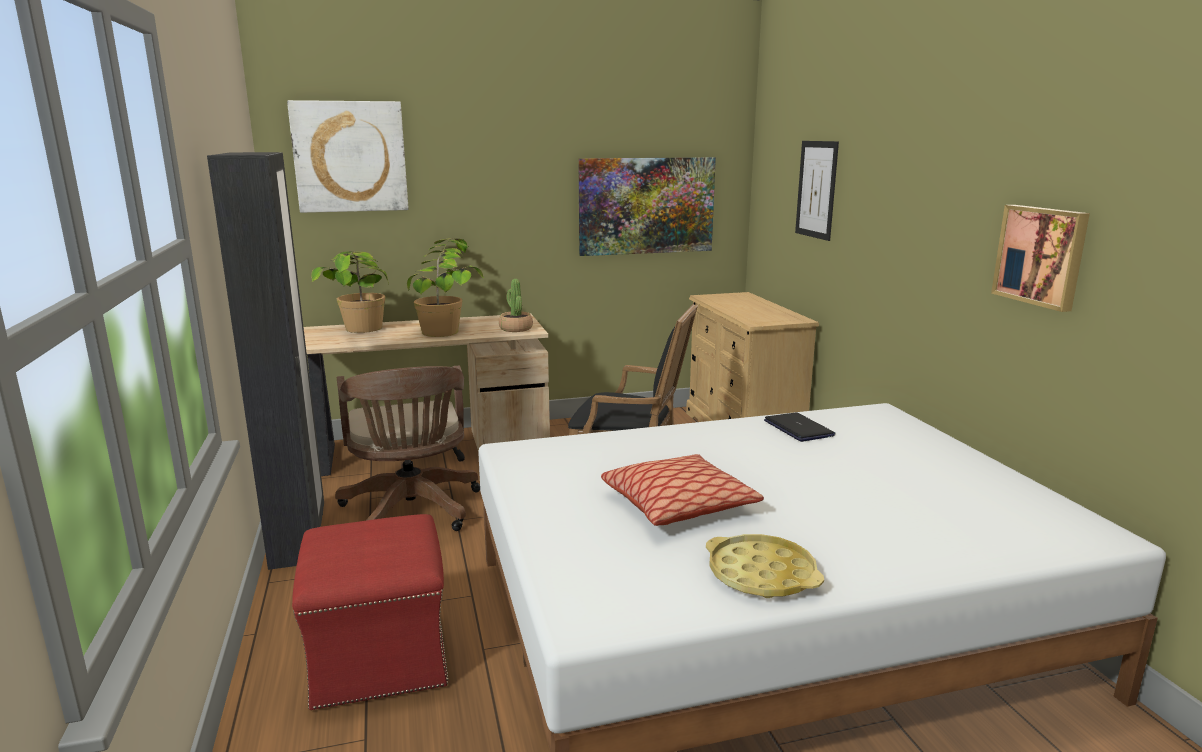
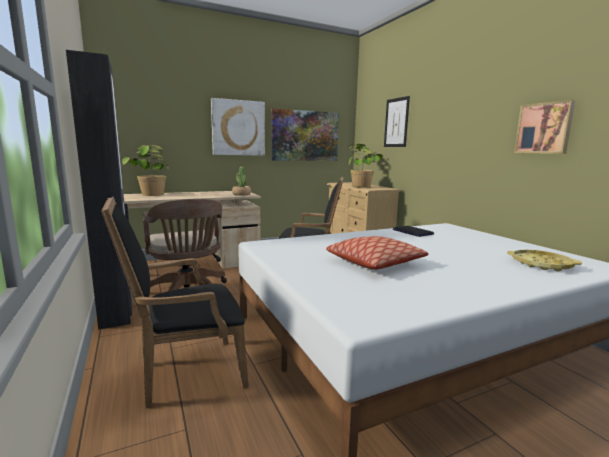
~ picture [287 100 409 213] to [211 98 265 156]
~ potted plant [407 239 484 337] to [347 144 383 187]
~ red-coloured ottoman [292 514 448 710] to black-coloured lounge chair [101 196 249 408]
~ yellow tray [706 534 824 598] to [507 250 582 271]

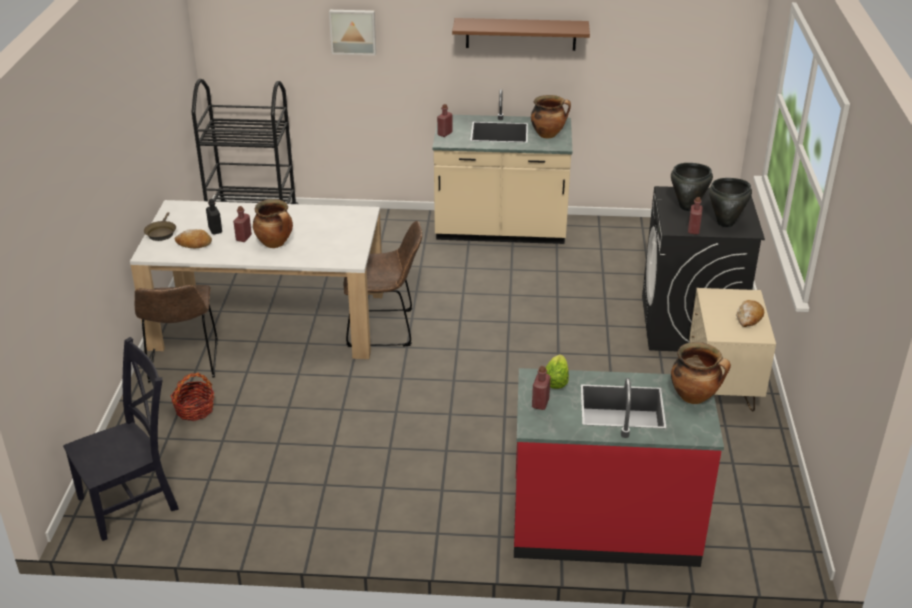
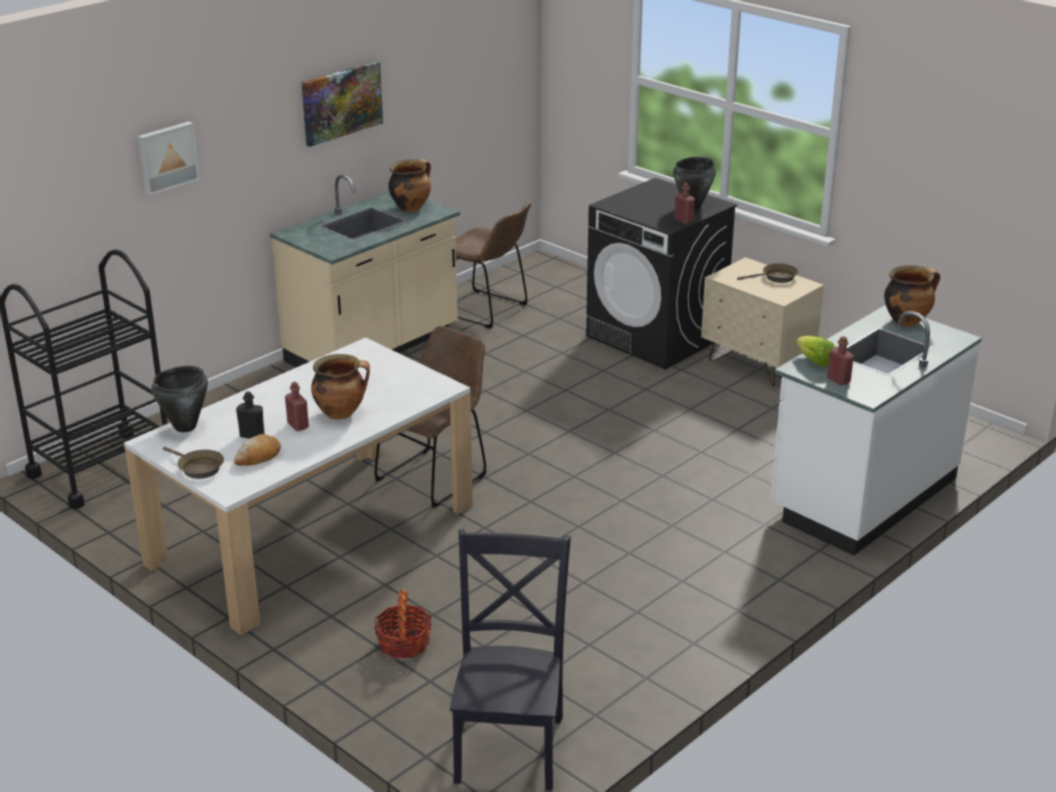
~ brown-coloured wall shelf [452 18 590 51] to picture [302 61 383 147]
- red-coloured drink bottle [437 104 452 137]
~ black-coloured saucepot [671 163 713 211] to [151 366 208 432]
~ brown-coloured upright chair [134 285 218 383] to [456 202 531 328]
~ bakery bread [736 300 764 327] to brown-coloured skillet [737 263 798 283]
~ red-coloured counter [514 368 724 567] to whitish counter [770 305 982 556]

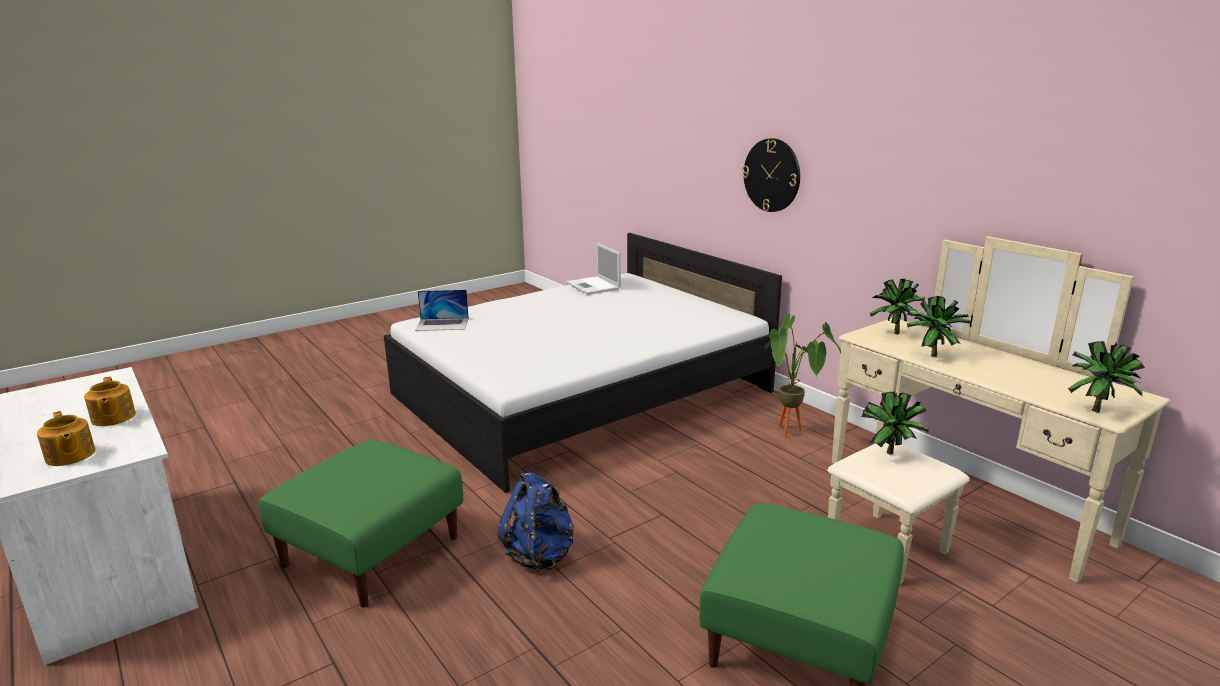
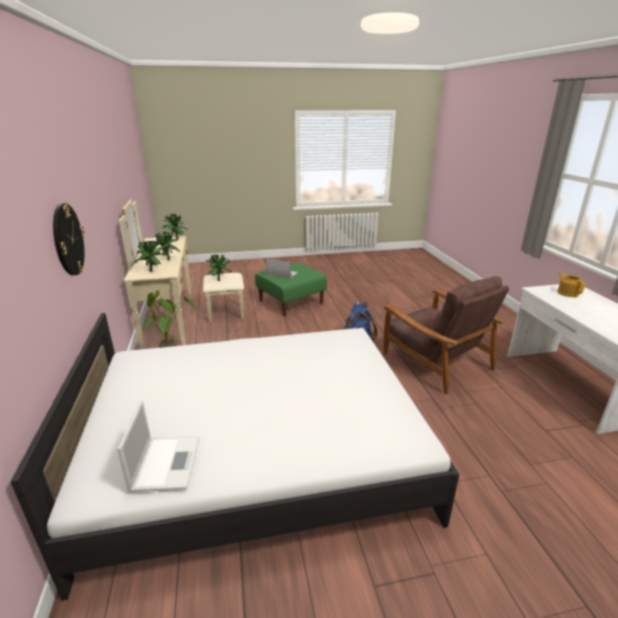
~ laptop [415 290 469 331] to [266 259 298 279]
- tea pot [84 377 136 426]
~ greenish ottoman [258 440 463 608] to brown-coloured lounge chair [383 276 509 394]

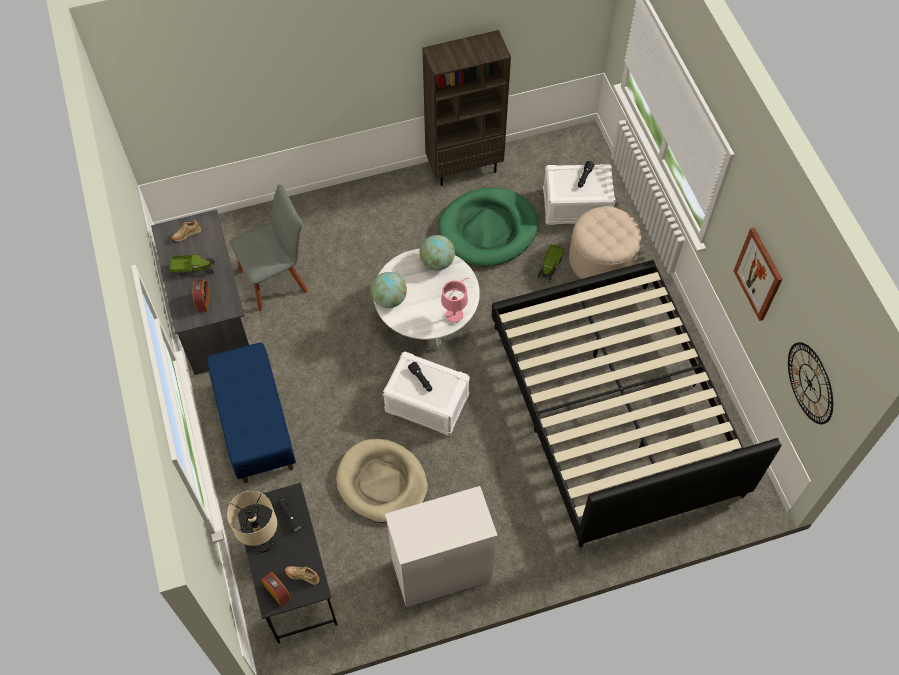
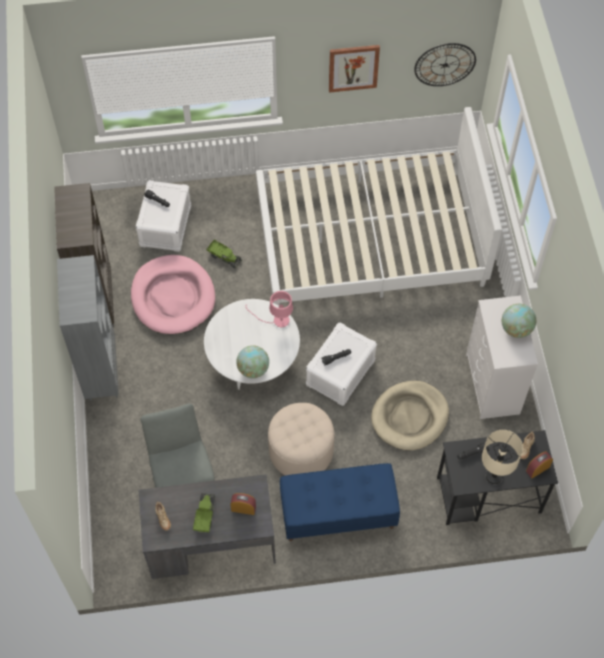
~ greenish pet bed [438 187 539 266] to pink pet bed [131 255 215 334]
~ beige-coloured ottoman [569 206 641 279] to [268 403 334 476]
~ globe [419 235 455 271] to [502 304 536 338]
~ black-coloured bedroom bed [492 260 781 548] to whitish bedroom bed [256 107 502 305]
+ gray bookshelf [57 255 119 401]

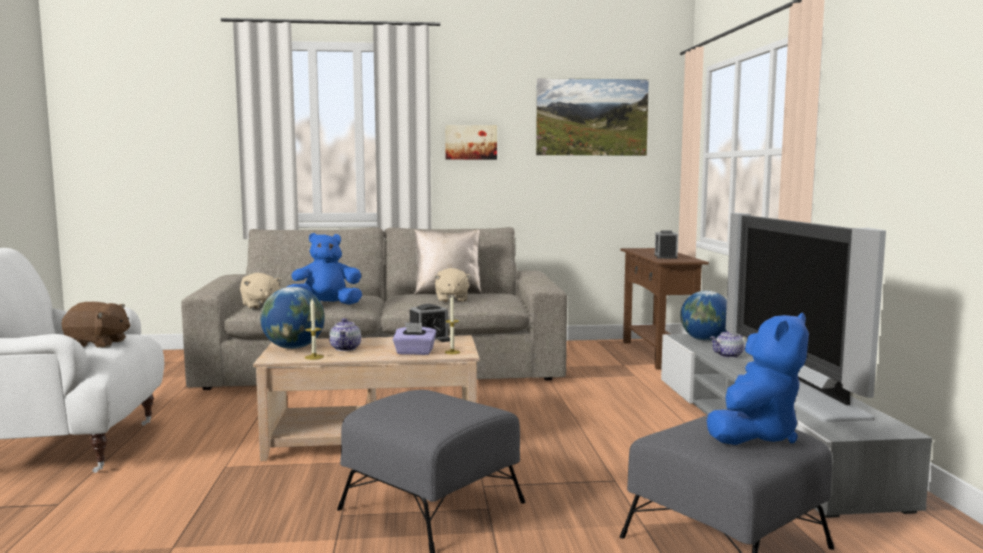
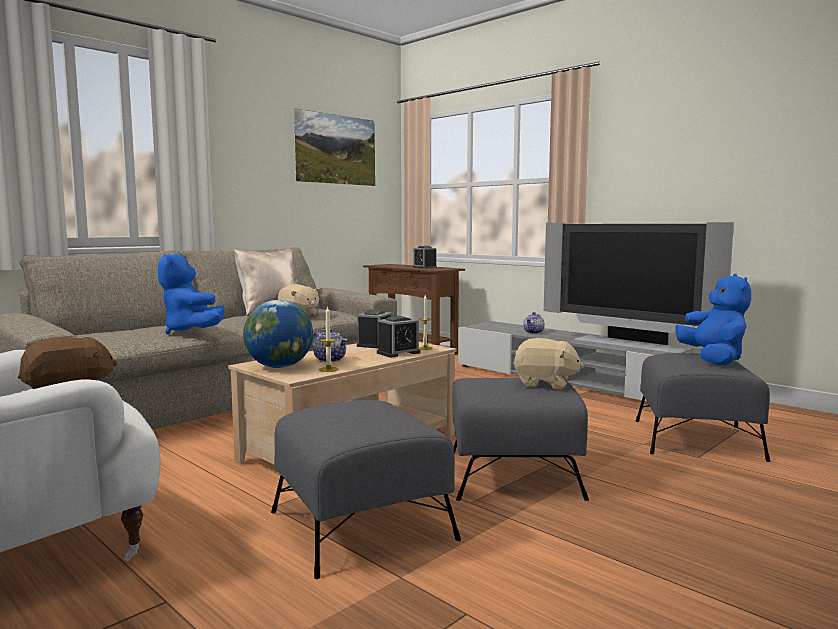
- picture [445 125 497 160]
~ blue cuddly toy [287 233 362 305] = [158 254 224 334] 75 degrees counterclockwise
~ beige-coloured cuddly toy [240 273 282 309] to [513 338 584 389]
- globe [680 291 728 341]
~ purple tissue holder [393 322 436 355] to alarm clock [377 316 420 357]
+ gray ottoman [271 400 461 579]

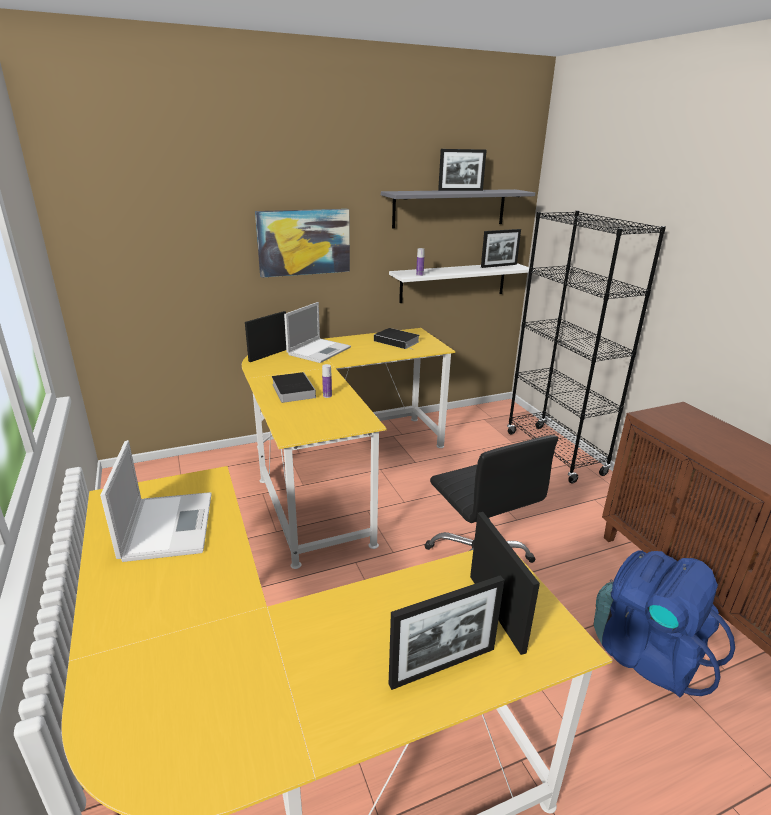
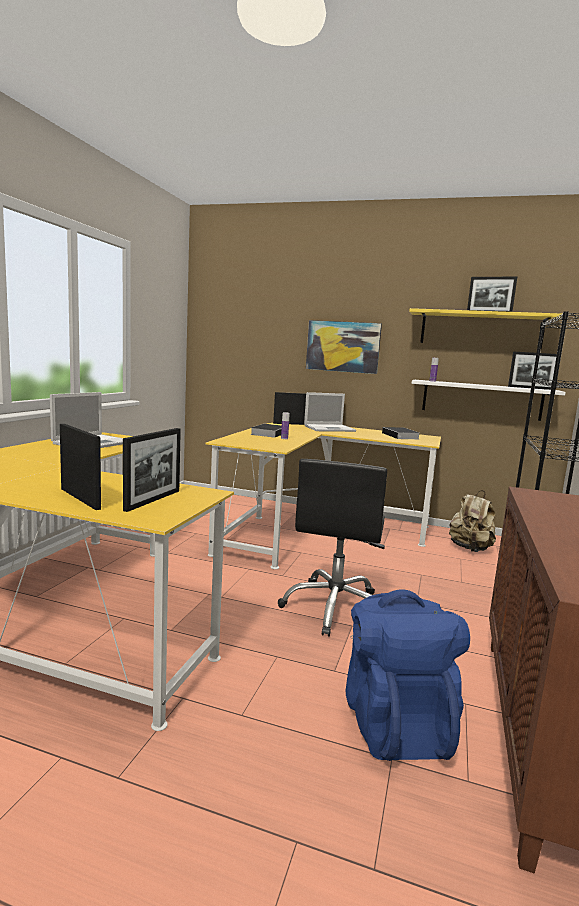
~ gray wall shelf [381 189 535 228] to yellow wall shelf [409 308 562 349]
~ picture frame [389 575 504 690] = [60 424 101 510] 150 degrees counterclockwise
+ beige-coloured backpack [449 490 496 552]

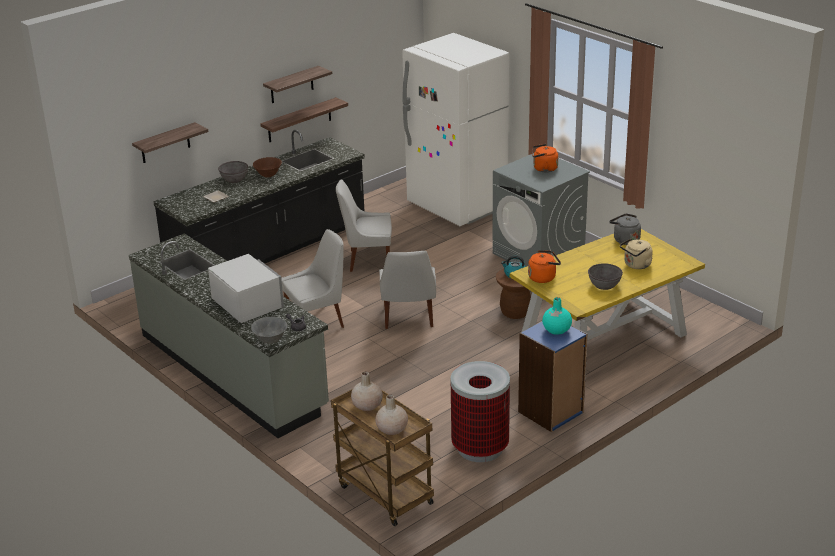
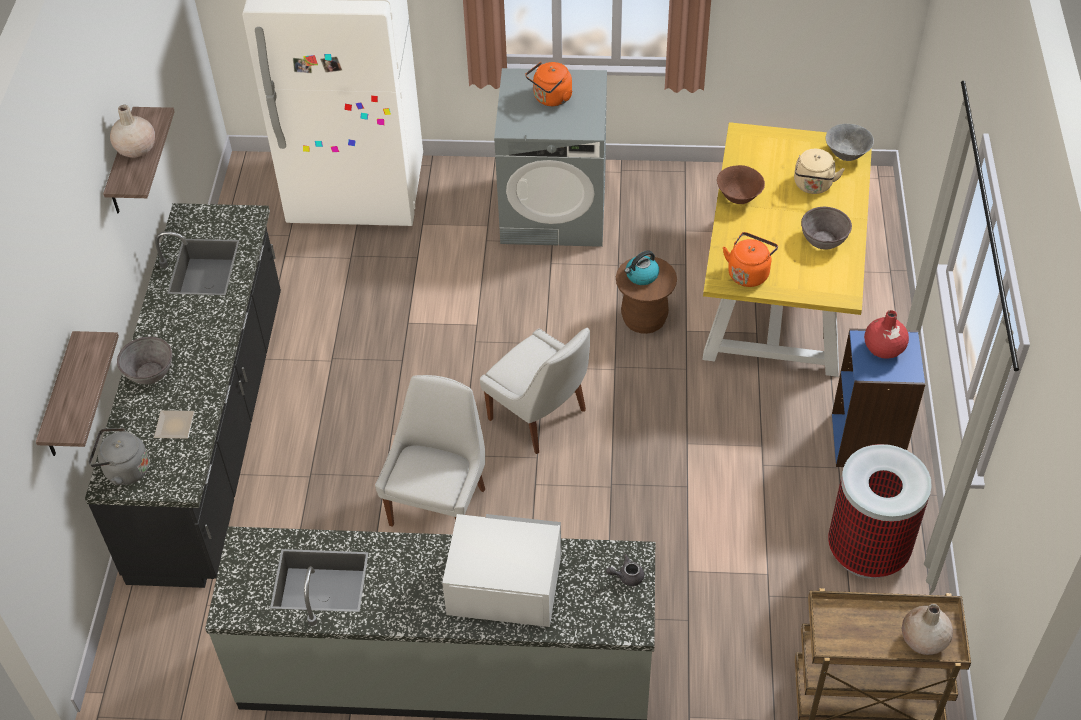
- wall shelf [260 97 348 142]
~ brown-coloured bowl [253 157 282 177] to [717 165 765 204]
- whitish upright chair [336 179 392 272]
~ gray kettle [609 214 641 245] to [89 428 149 486]
~ turquoise vase [542 297 572 335] to red-coloured vase [864 310 909 358]
~ gray bowl [251 317 287 344] to [825 124 874 161]
~ beige-coloured vase [351 371 383 411] to [110 105 155 158]

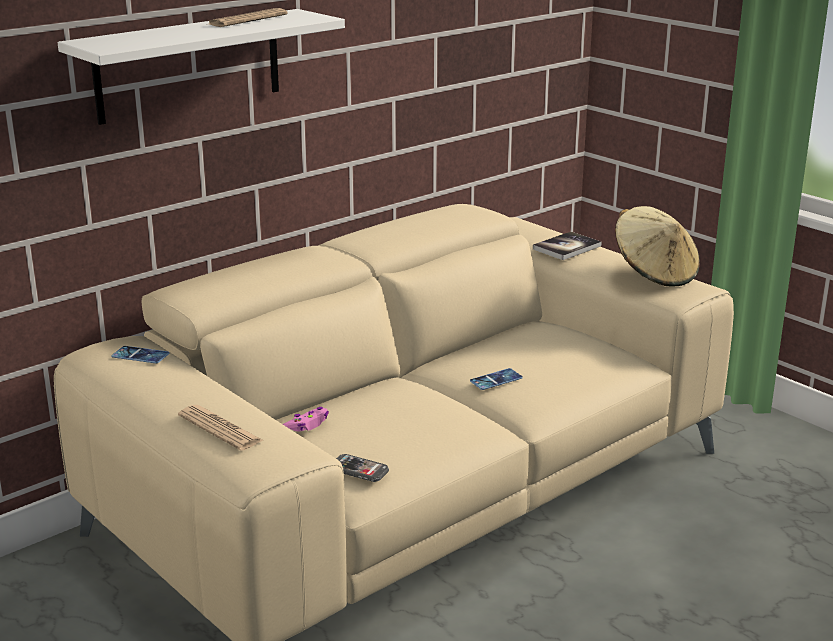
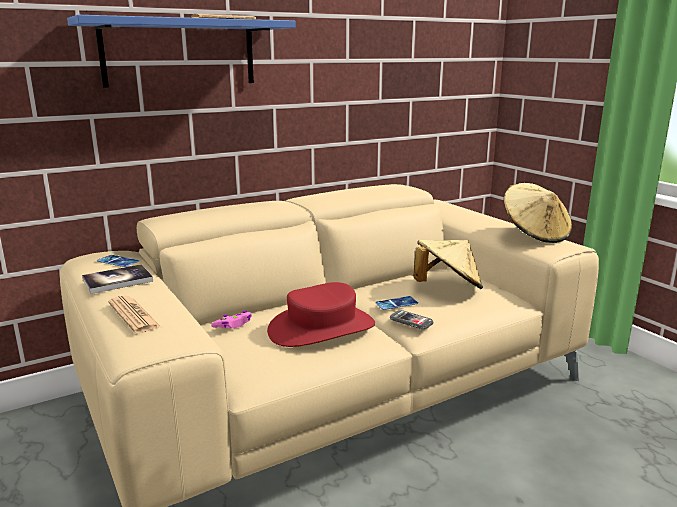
~ whitish wall shelf [58 9 345 125] to blue wall shelf [67 15 296 88]
~ volume [533 232 602 260] to [82 264 153 294]
~ handset [336 454 389 482] to [390 310 433 330]
+ beige-coloured hat [414 240 483 289]
+ red-coloured hat [267 282 375 347]

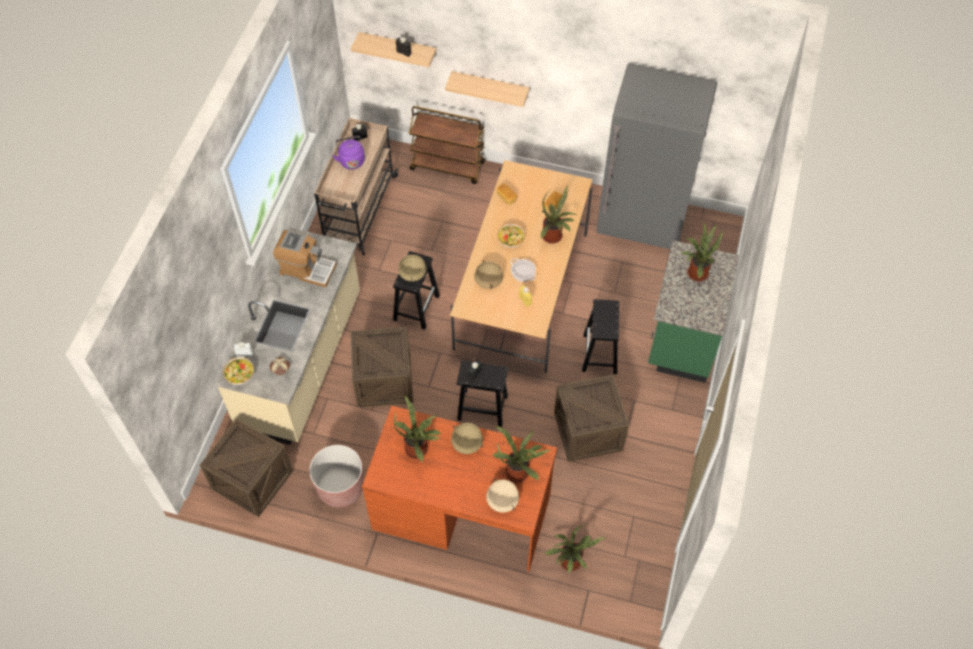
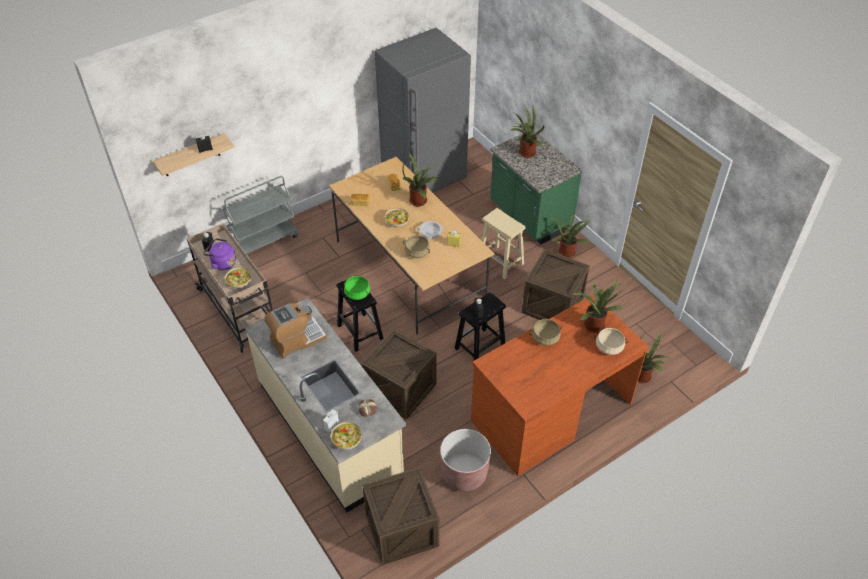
- wall shelf [445 71 530 107]
~ brown-coloured wheeled cart [409 106 485 184] to gray wheeled cart [222 176 298 254]
~ beige-coloured saucepot [398 253 426 282] to greenish saucepot [344 276 370 300]
~ black-coloured sitting stool [582 299 620 374] to beige-coloured sitting stool [481 208 526 279]
~ potted plant [394 395 442 462] to [548 214 591 258]
+ bowl [225 267 251 288]

